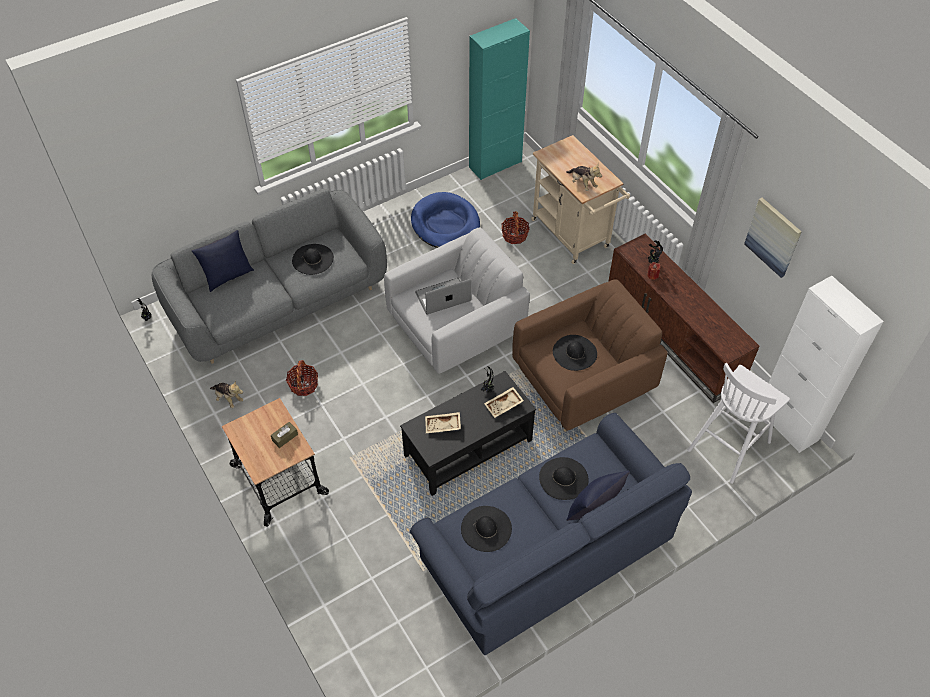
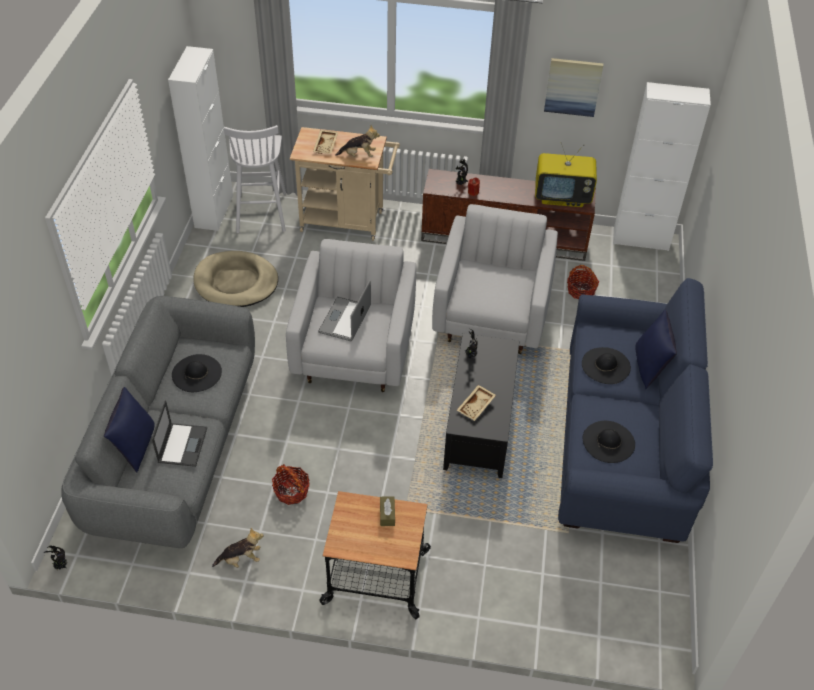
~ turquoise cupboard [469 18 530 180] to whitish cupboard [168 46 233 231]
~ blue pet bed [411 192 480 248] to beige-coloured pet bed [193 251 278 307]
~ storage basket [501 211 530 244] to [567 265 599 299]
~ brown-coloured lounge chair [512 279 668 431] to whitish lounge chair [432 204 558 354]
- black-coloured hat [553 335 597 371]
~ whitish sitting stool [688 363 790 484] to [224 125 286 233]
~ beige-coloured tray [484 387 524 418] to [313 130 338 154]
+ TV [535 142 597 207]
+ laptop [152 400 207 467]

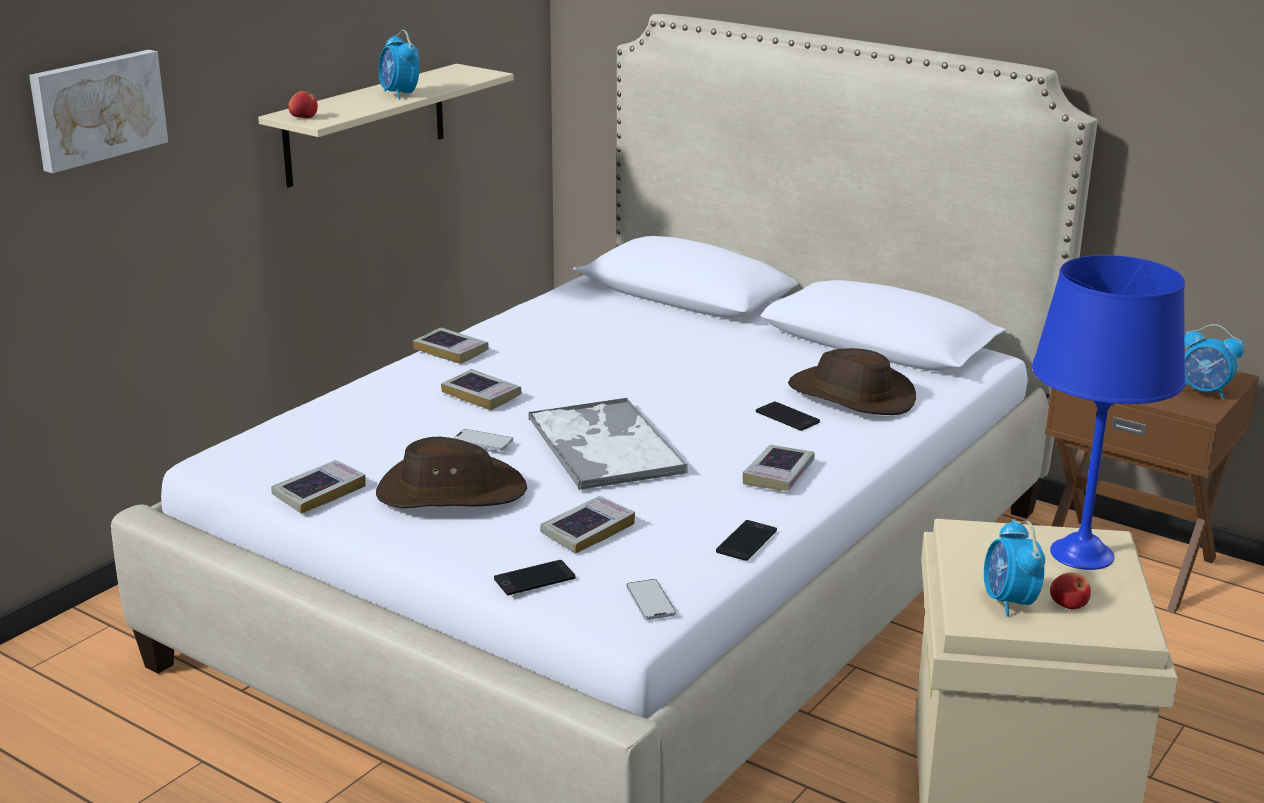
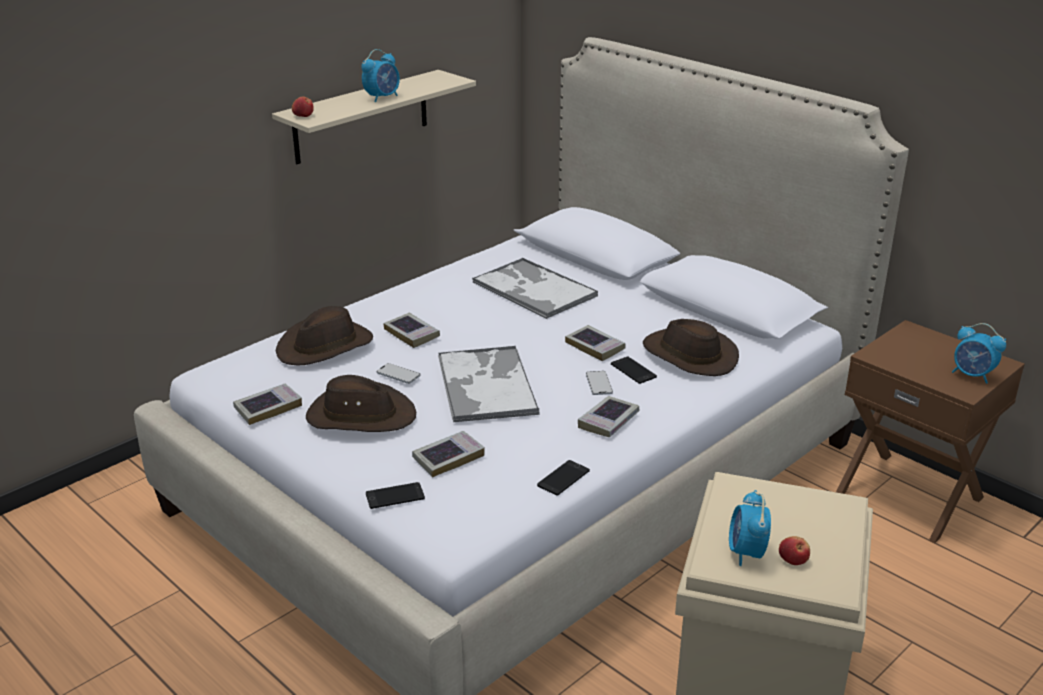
~ alarm clock [379 30 419 100] = [361 49 400 102] 120 degrees counterclockwise
- picture [29 50 168 173]
- blue table lamp [1032 255 1186 570]
~ volume [413 327 489 364] to [565 325 626 361]
~ handset [626 579 676 620] to [586 371 613 395]
+ tray [472 258 598 319]
+ brown-coloured hat [276 306 373 366]

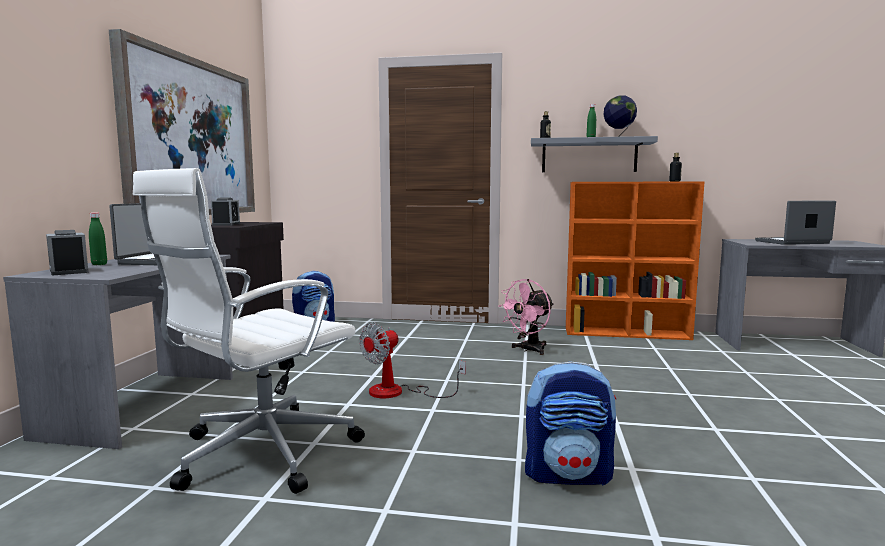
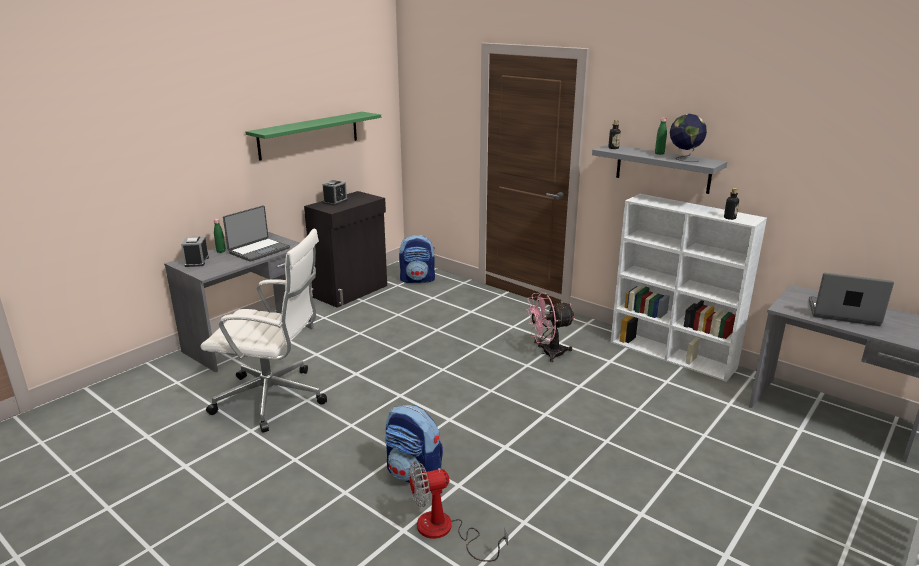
~ picture [109 29 255 215] to greenish wall shelf [245 112 381 161]
~ whitish computer chair [133 168 365 494] = [200 229 327 433] 150 degrees counterclockwise
~ orange bookshelf [566 181 705 340] to whitish bookshelf [611 194 767 382]
~ fan [359 322 466 398] to [409 461 508 562]

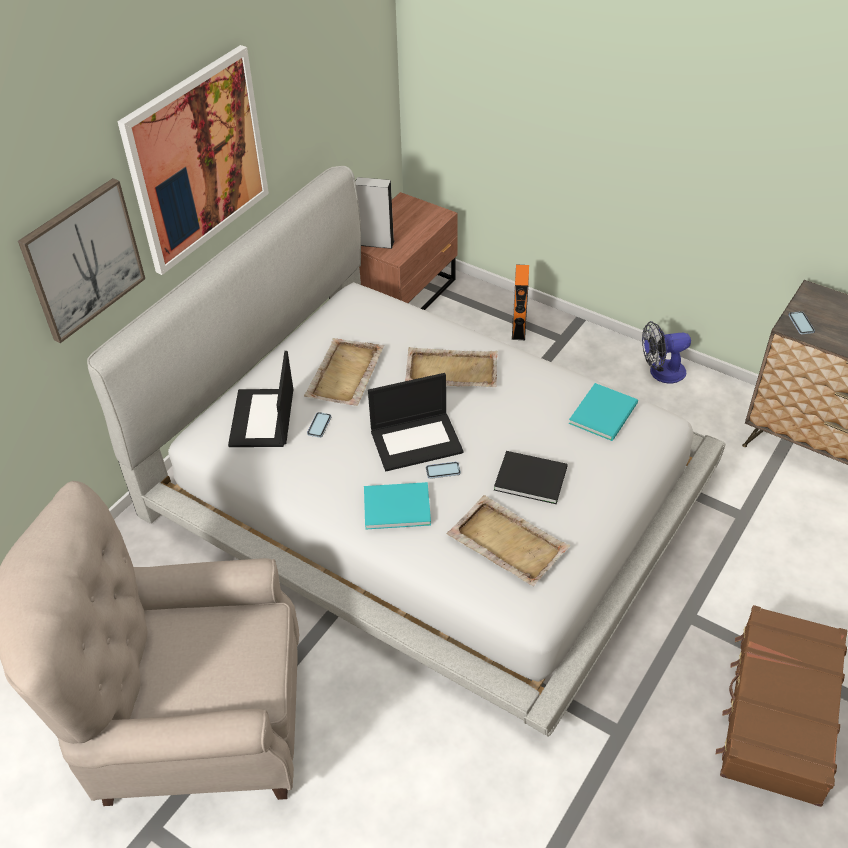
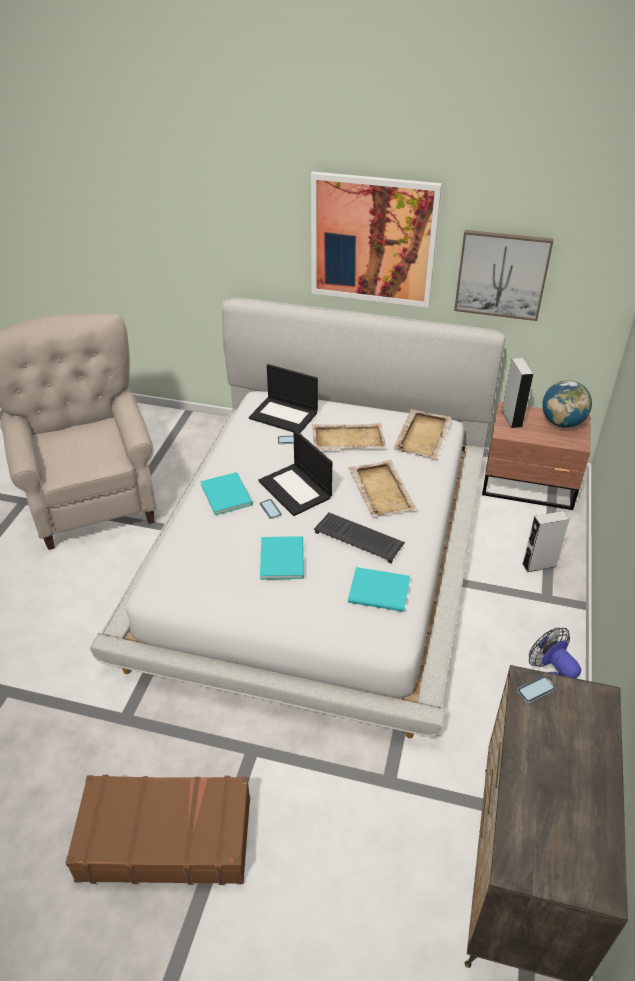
~ picture [18 178 145 343] to [454 230 554 321]
~ orange loudspeaker [512 265 529 340] to gray loudspeaker [522 511 570 572]
~ laptop [228 351 293 447] = [249 364 318 433] 135 degrees counterclockwise
~ black-coloured volume [494 451 568 504] to turquoise volume [260 536 304 580]
~ beige-coloured tray [447 495 570 586] to [393 409 452 459]
+ globe [542 380 592 428]
+ computer keyboard [314 513 405 563]

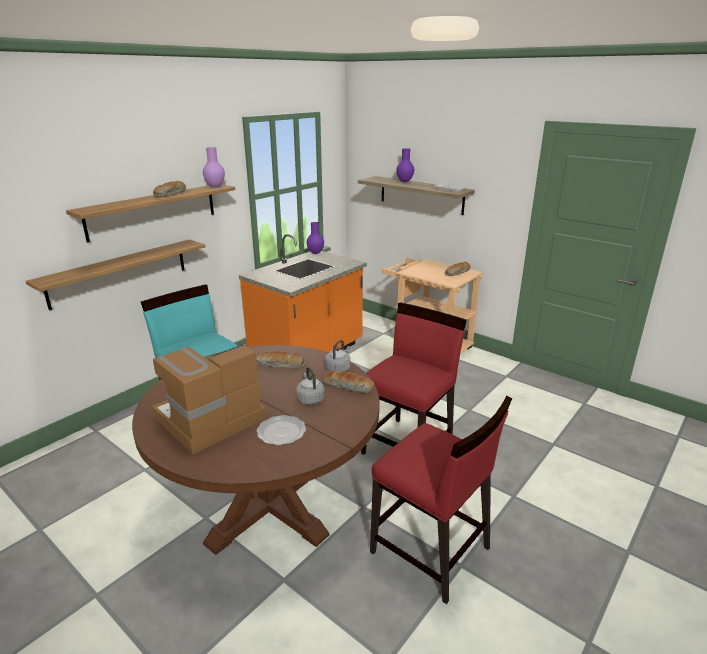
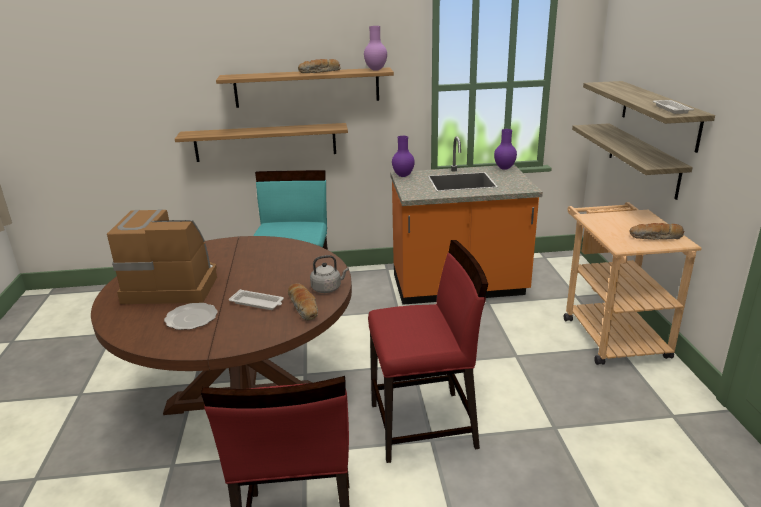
~ purple vase [396 148 414 182] to [392 136 415 177]
- bakery bread [256 352 306 368]
~ gray kettle [296 367 325 405] to whitish tray [229 289 284 310]
+ wall shelf [572 123 693 200]

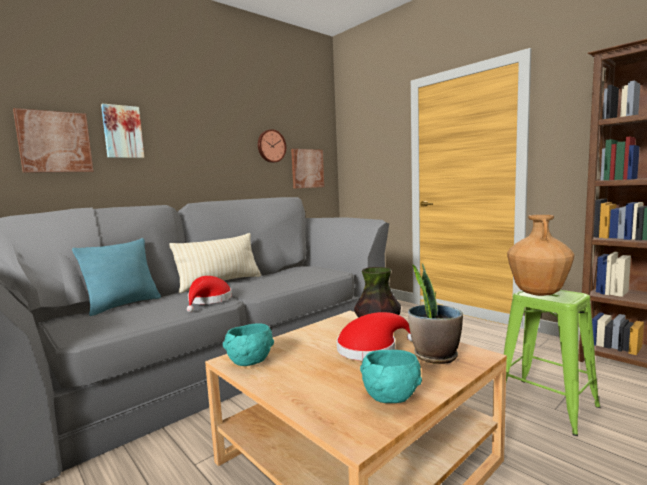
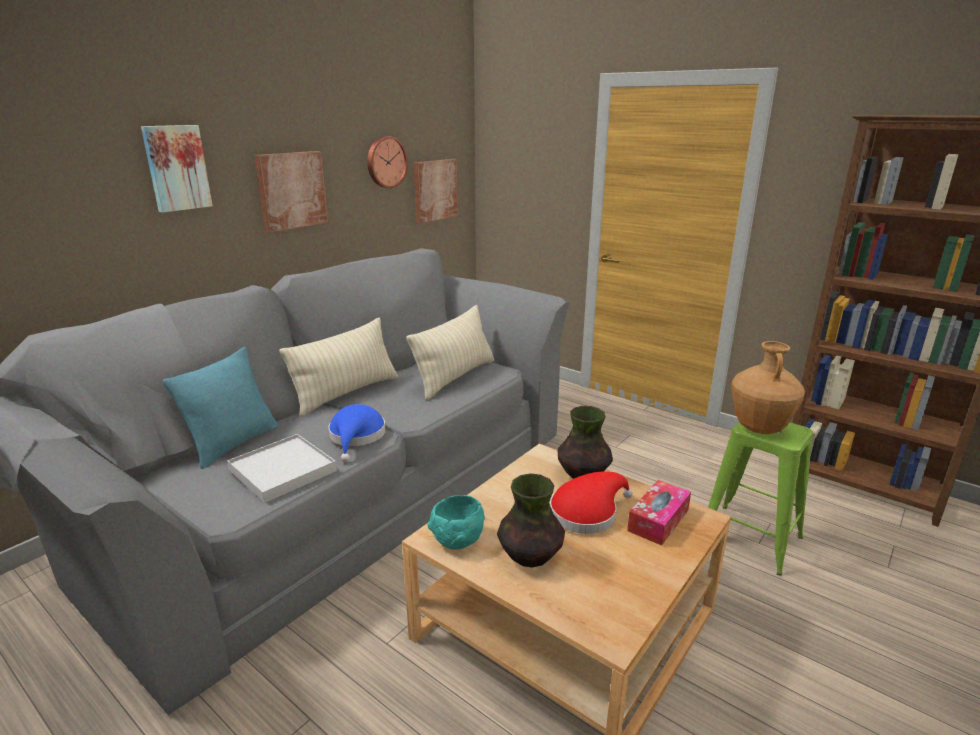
~ picture [13 108 93 173] to [254 151 329 233]
~ potted plant [408 263 463 364] to tissue holder [627 480 691 545]
~ red-coloured hat [187 276 232 312] to blue hat [328 404 386 462]
- turquoise bowl [360 350 422 403]
+ beige-coloured cushion [406 305 494 400]
+ whitish tray [227 434 337 503]
+ vase [497 473 565 568]

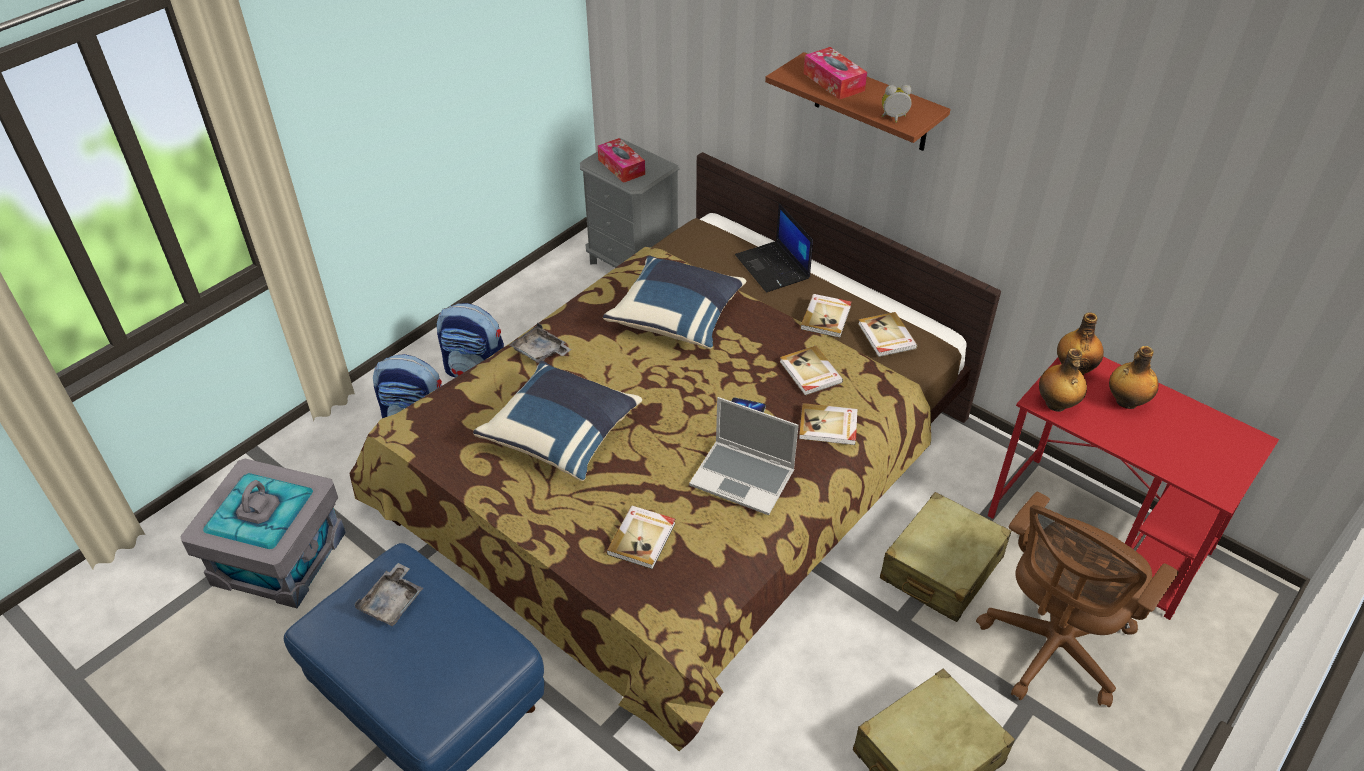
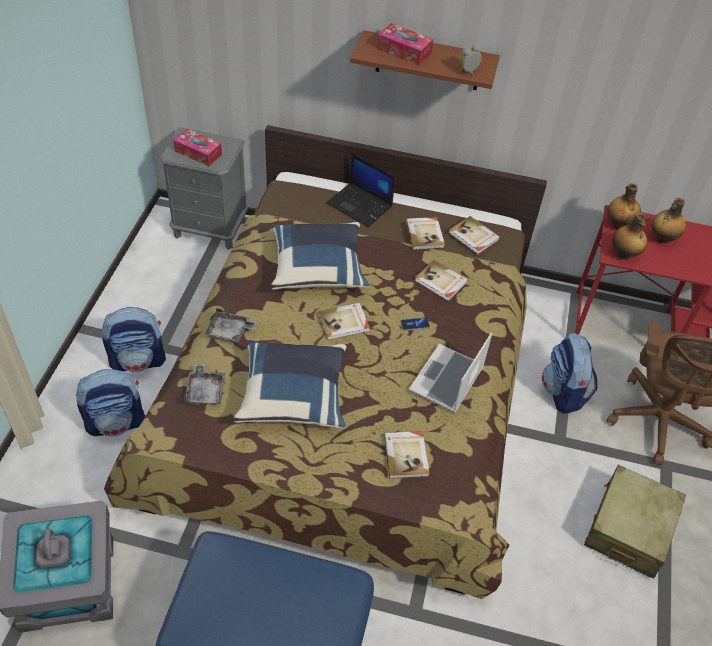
~ laptop [689 397 799 515] = [409 332 492 413] 120 degrees clockwise
~ volume [799 403 857 445] to [318 303 370 340]
~ beige-coloured travel case [880 492 1011 622] to backpack [542 333 598 414]
~ gray tray [354 563 423 626] to [184 364 225 406]

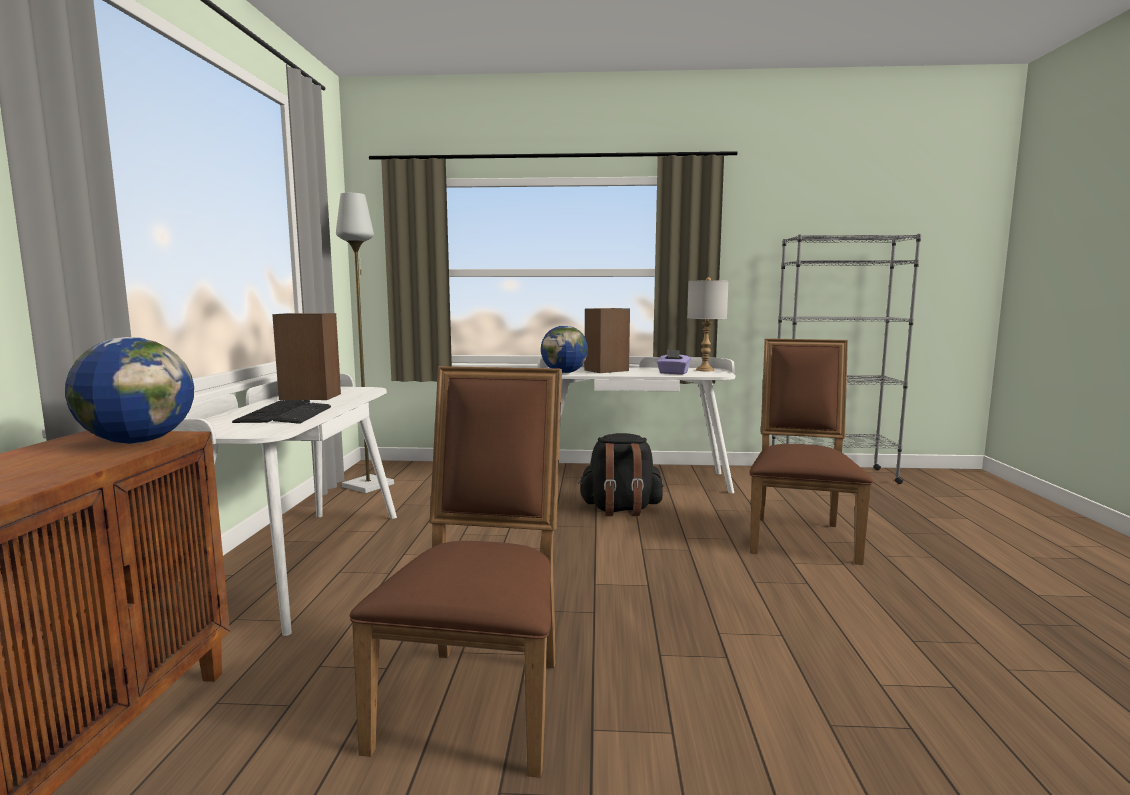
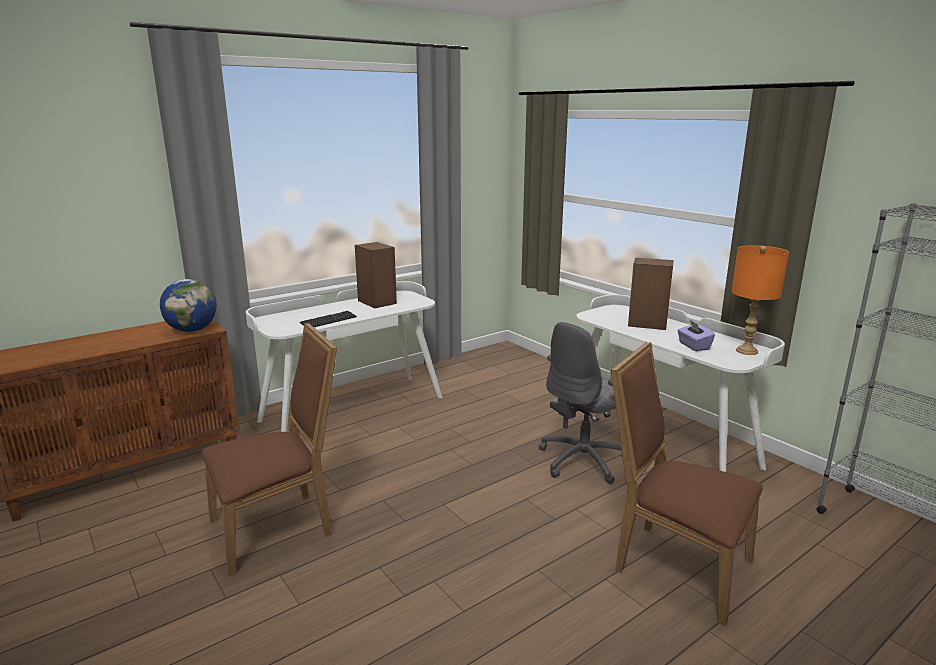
- gray floor lamp [336 193 394 493]
~ gray table lamp [687 277 729 371] to orange table lamp [731 245 789 355]
- globe [541 325 588 373]
~ brown-coloured upright chair [750 338 873 565] = [611 342 763 626] 120 degrees counterclockwise
- computer keyboard [232 400 310 423]
~ black-coloured backpack [578 433 663 516] to gray computer chair [539 322 623 484]

